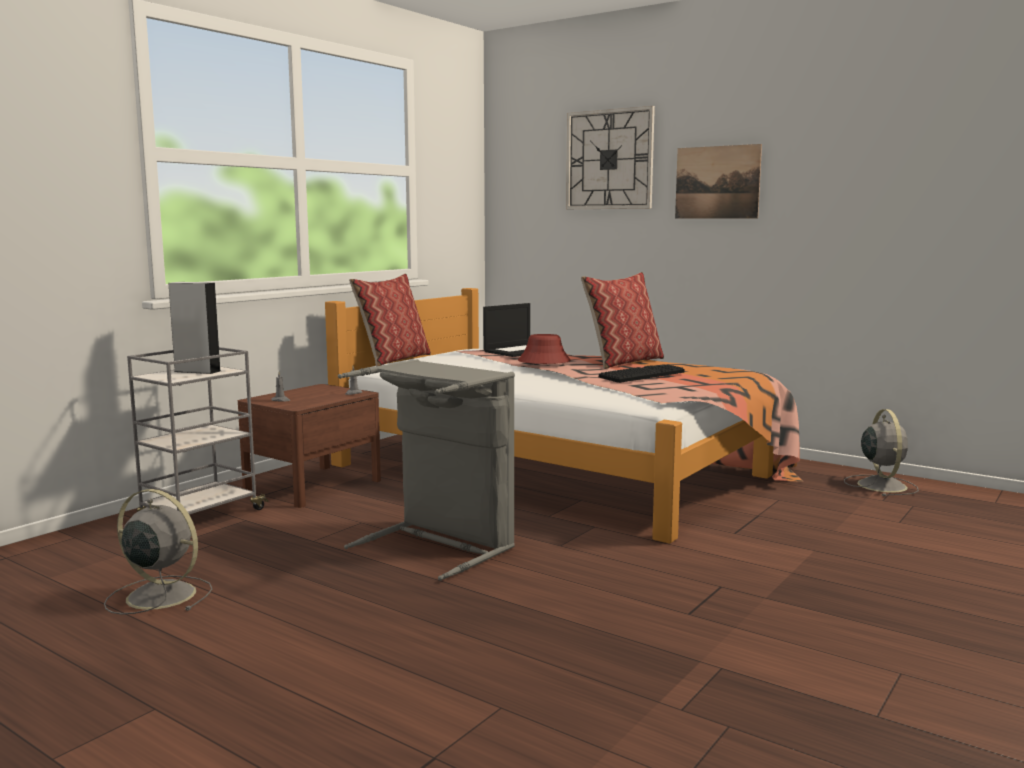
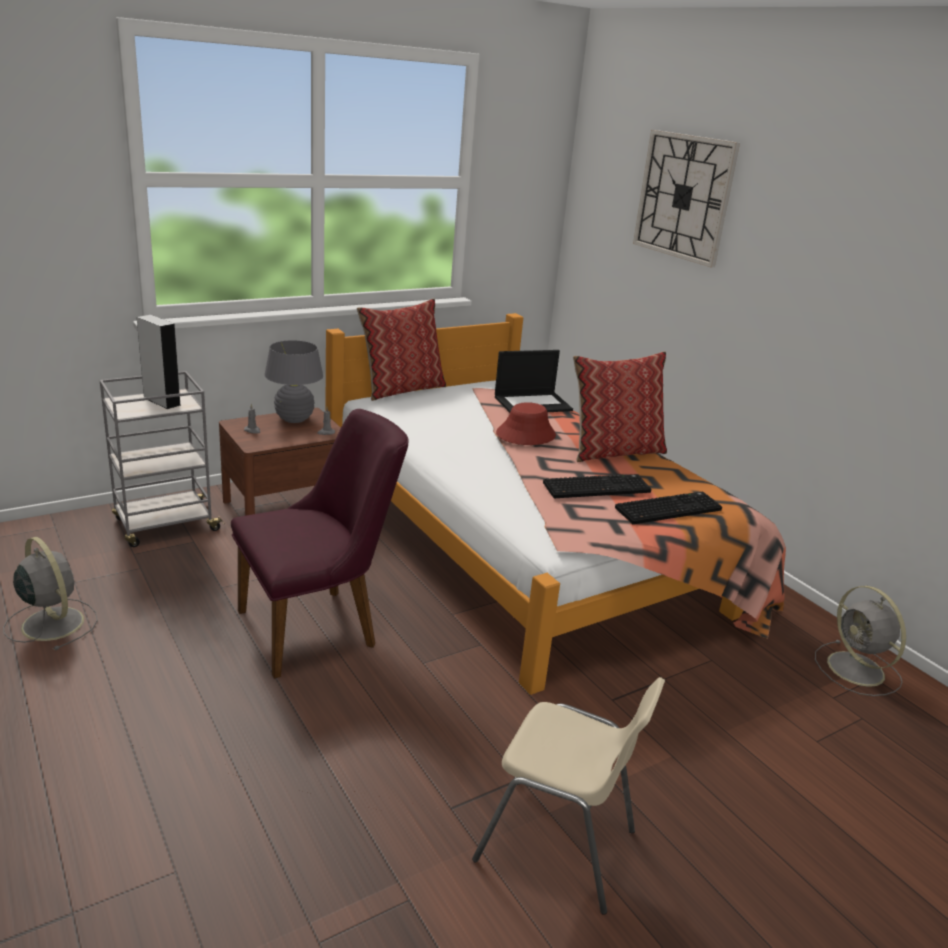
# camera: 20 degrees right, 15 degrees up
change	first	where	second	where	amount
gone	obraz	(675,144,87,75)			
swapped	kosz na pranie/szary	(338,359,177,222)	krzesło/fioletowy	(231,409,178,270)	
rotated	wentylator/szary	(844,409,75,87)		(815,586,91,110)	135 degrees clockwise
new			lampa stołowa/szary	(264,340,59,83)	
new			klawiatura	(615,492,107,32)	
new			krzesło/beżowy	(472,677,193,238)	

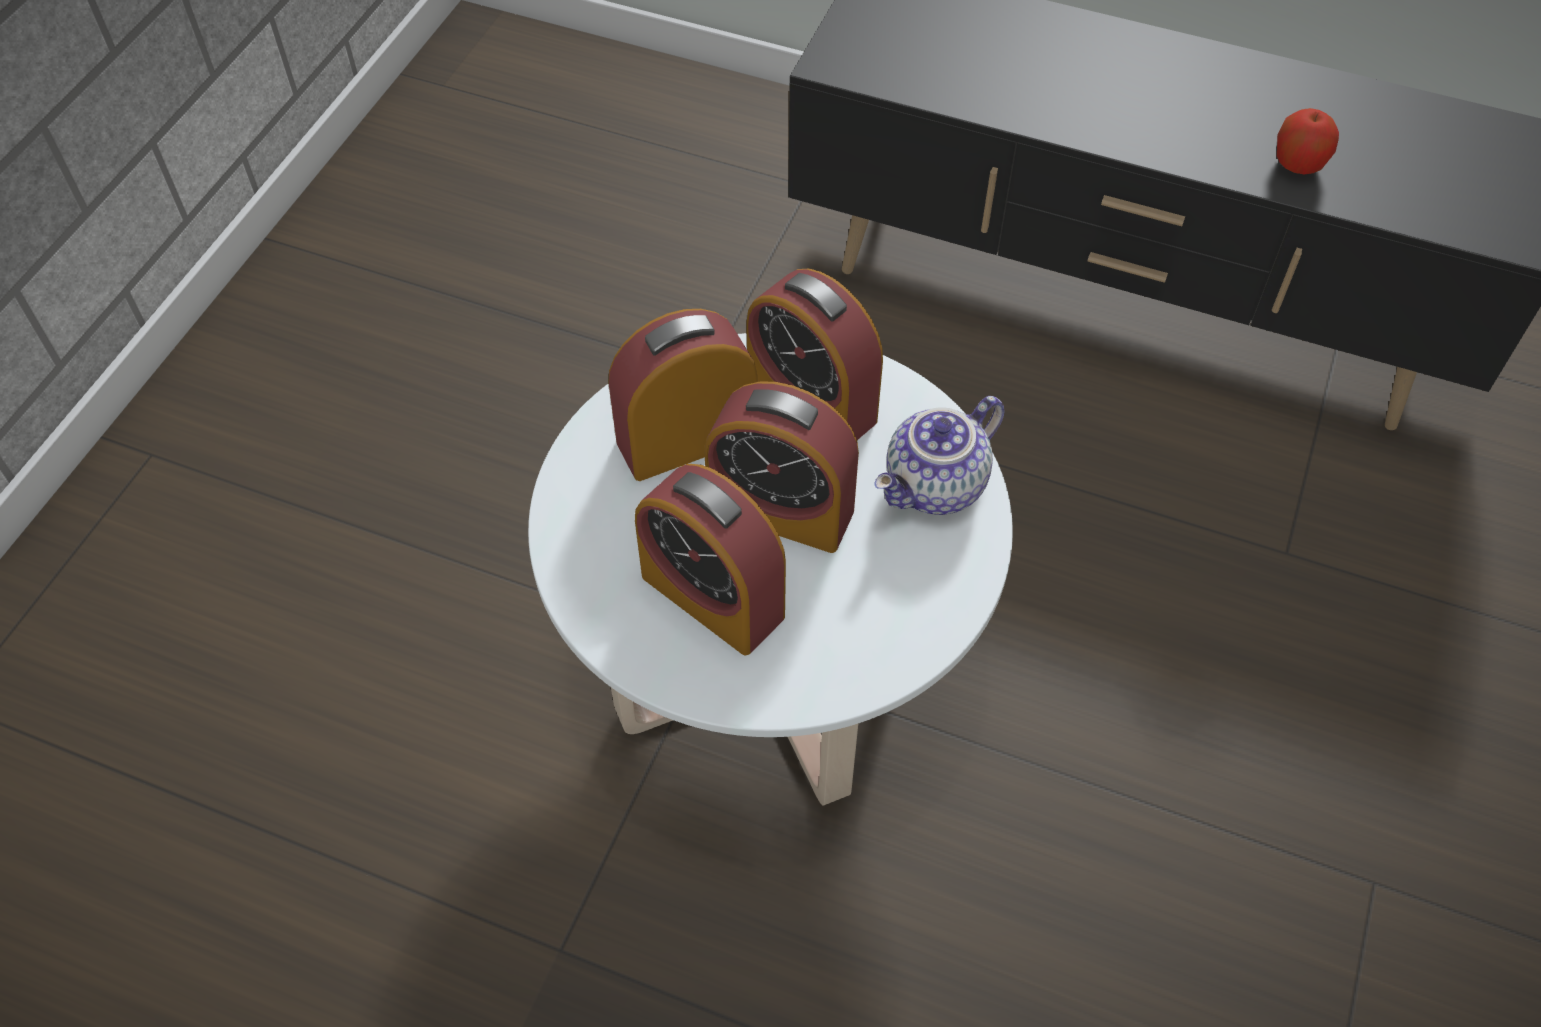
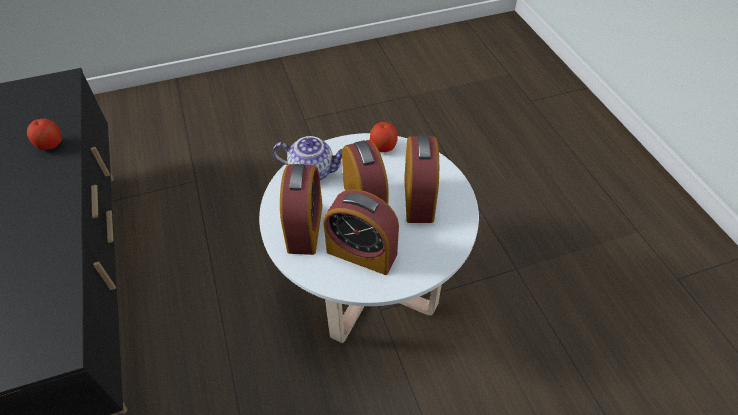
# camera: 130 degrees left, 5 degrees down
change	first	where	second	where	amount
new			jabłko	(370,122,28,30)	

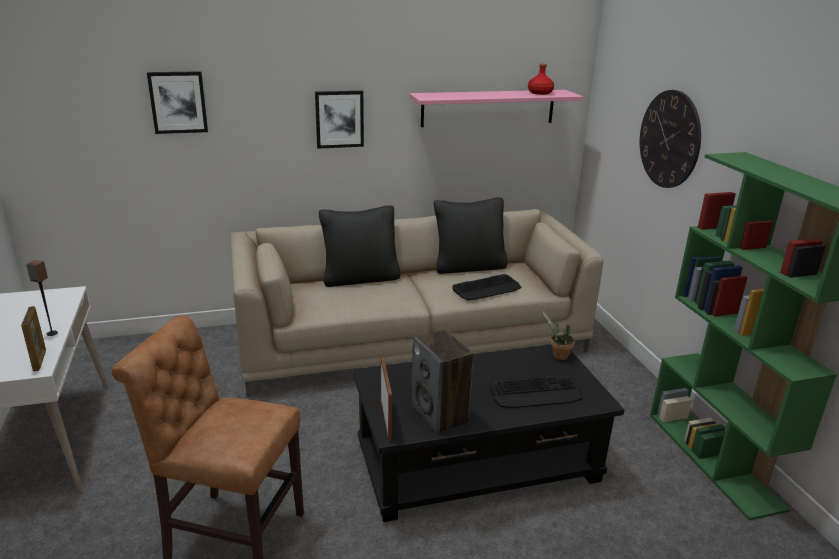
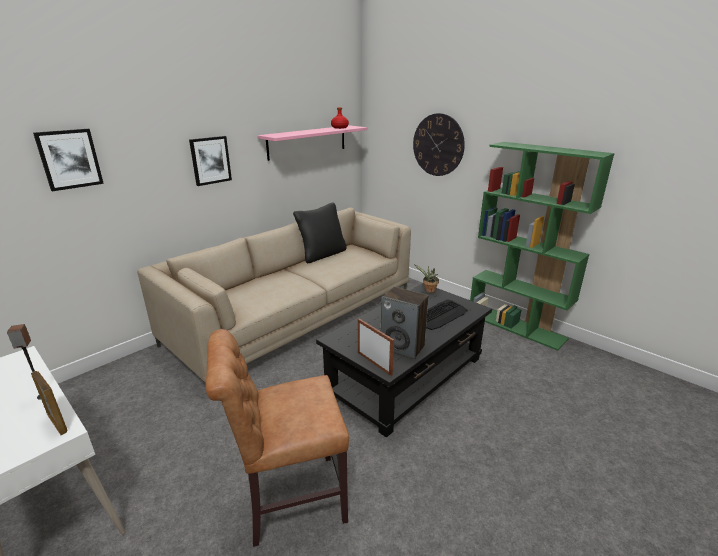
# camera: 30 degrees left, 0 degrees up
change	first	where	second	where	amount
gone	poduszka/czarny	(319,205,82,82)			
gone	klawiatura	(452,274,69,26)			

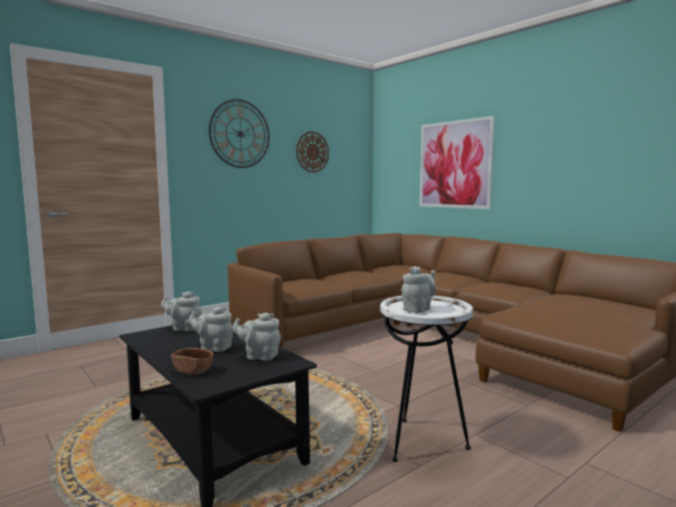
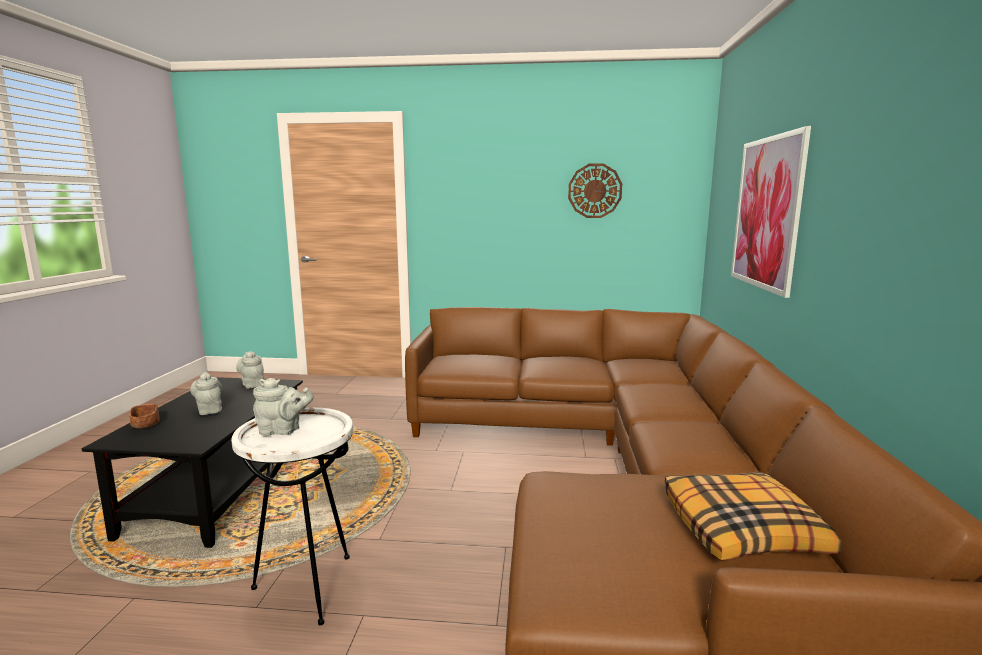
# camera: 45 degrees right, 5 degrees up
change	first	where	second	where	amount
gone	zegar ścienny	(209,99,61,69)			
gone	imbryk/szary	(232,313,49,48)			
new			poduszka	(665,472,177,88)	

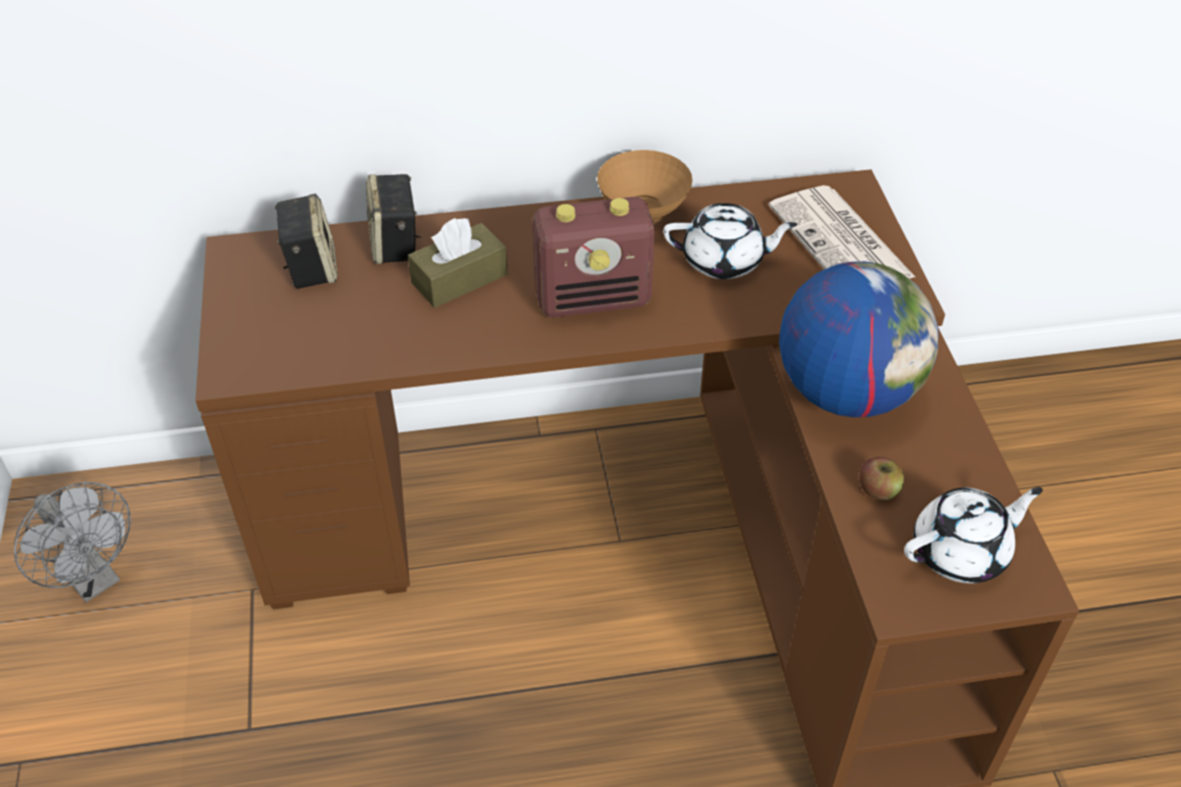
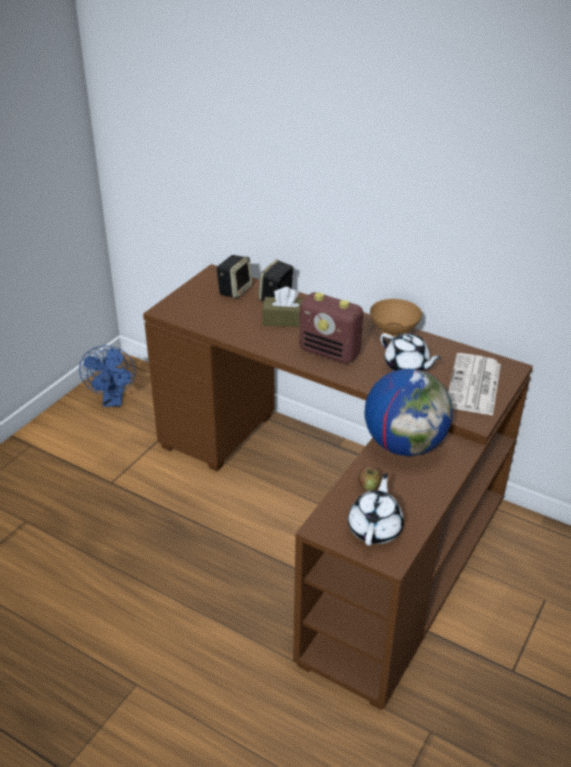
# camera: 40 degrees right, 10 degrees down
change	first	where	second	where	amount
repainted	wentylator/szary	(14,482,117,120)	wentylator/niebieski	(79,345,57,62)	
rotated	imbryk/biały	(904,487,139,96)		(348,473,56,73)	90 degrees counterclockwise

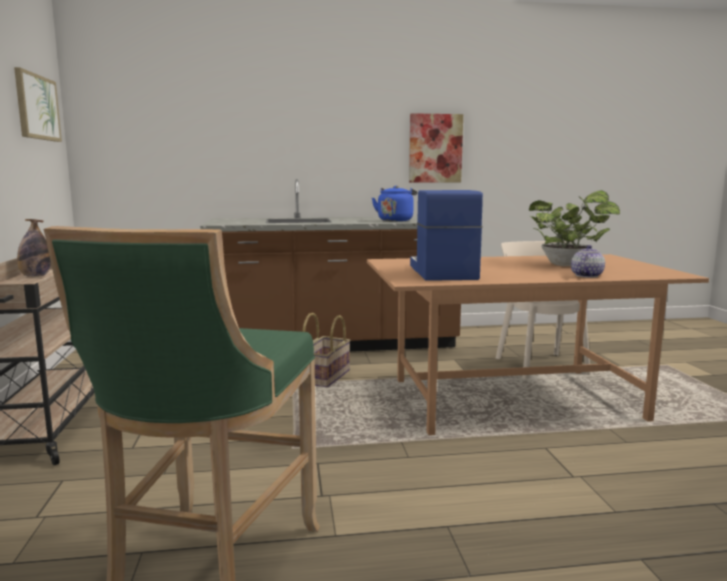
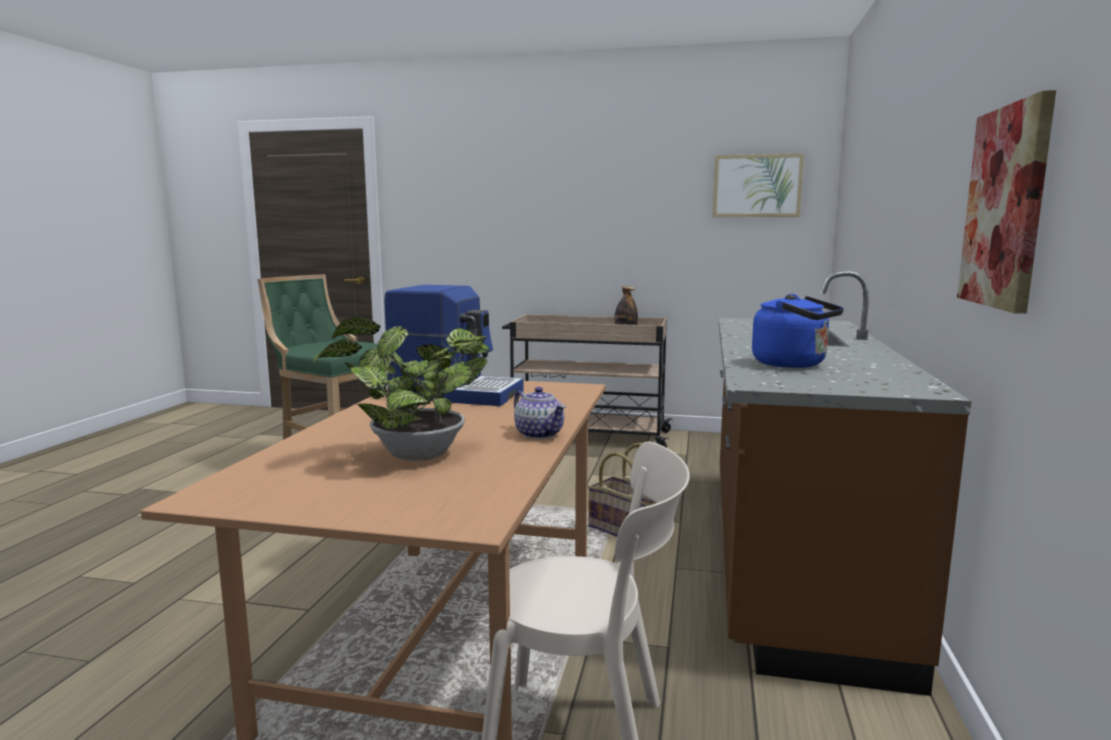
# camera: 110 degrees right, 0 degrees up
change	first	where	second	where	amount
shifted	imbryk	(571,245,34,33)		(514,387,52,52)	

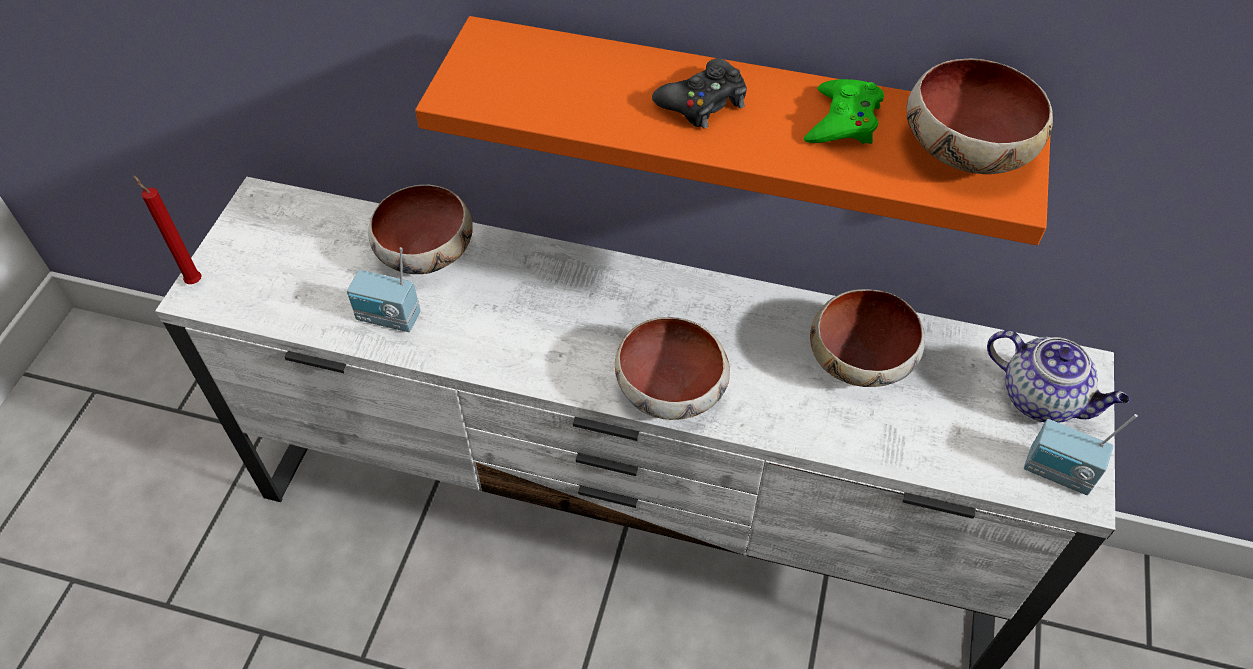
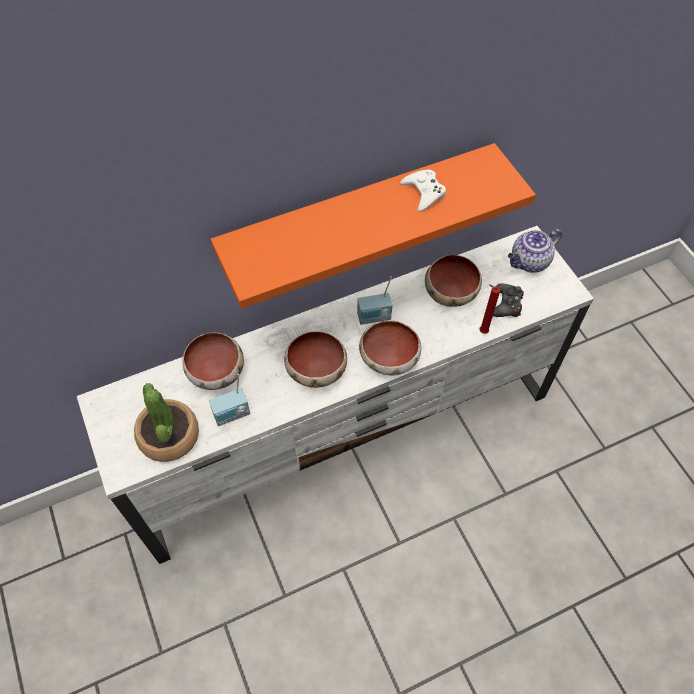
# camera: 40 degrees left, 5 degrees up
change	first	where	second	where	amount
shifted	pad do gier/czarny	(652,58,95,71)		(493,284,31,33)	
shifted	miska	(907,59,146,115)		(284,331,63,57)	
repainted	pad do gier/zielony	(804,79,80,65)	pad do gier/biały	(400,169,46,43)	
shifted	świeca/czerwony	(133,175,69,109)		(479,284,21,50)	
rotated	imbryk	(987,330,143,93)		(508,229,54,44)	150 degrees clockwise
shifted	radio	(1024,414,114,81)		(357,276,35,49)	
new			roślina doniczkowa	(134,383,65,79)	

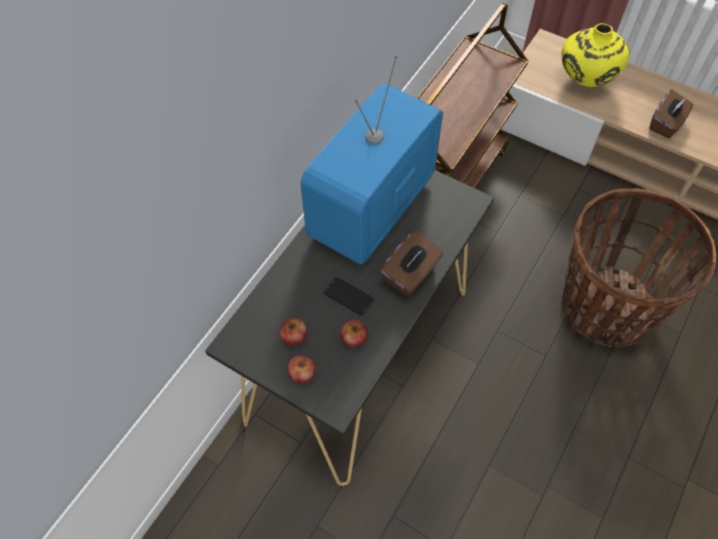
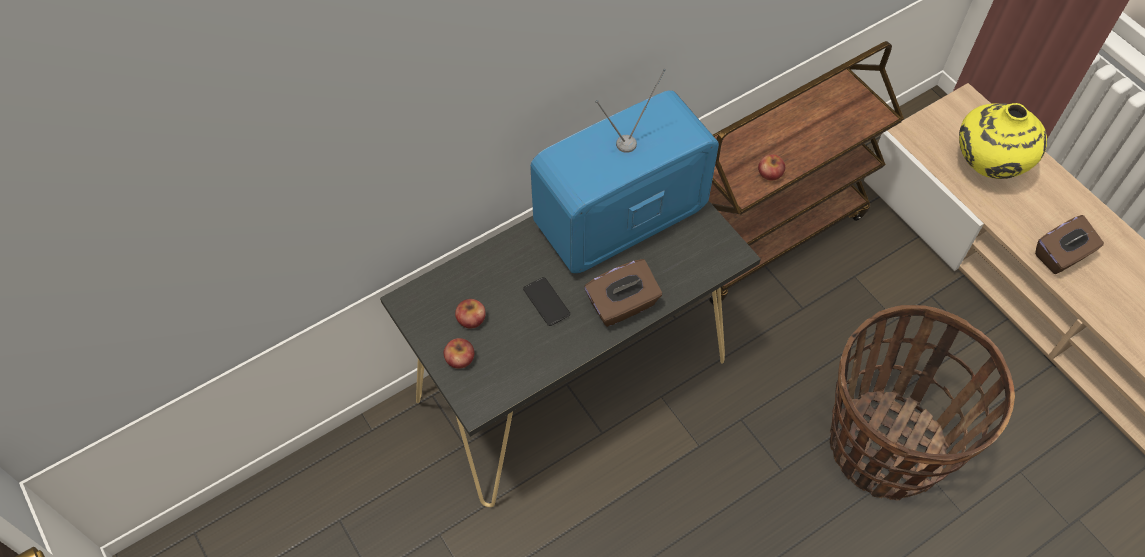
# camera: 25 degrees right, 0 degrees up
change	first	where	second	where	amount
shifted	jabłko	(341,320,27,27)		(758,154,27,27)	

